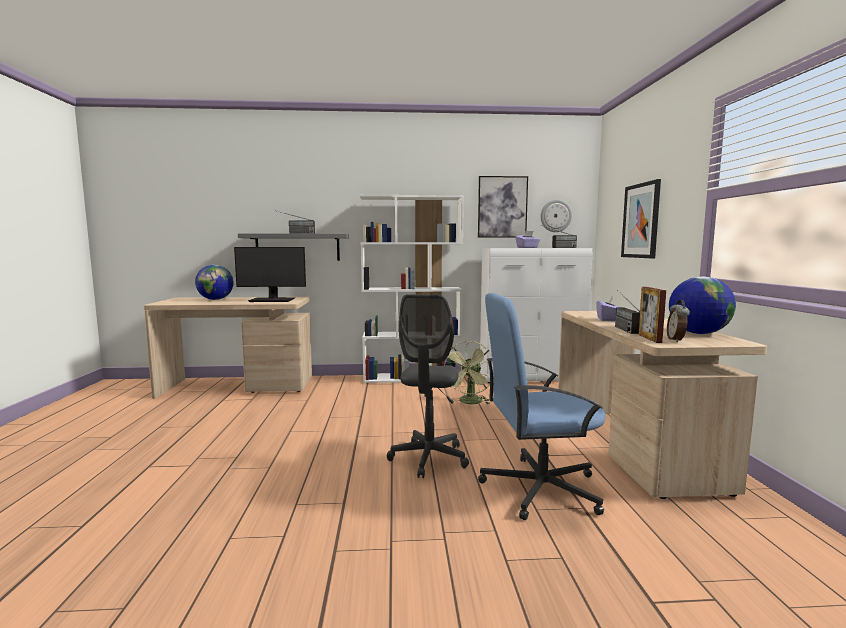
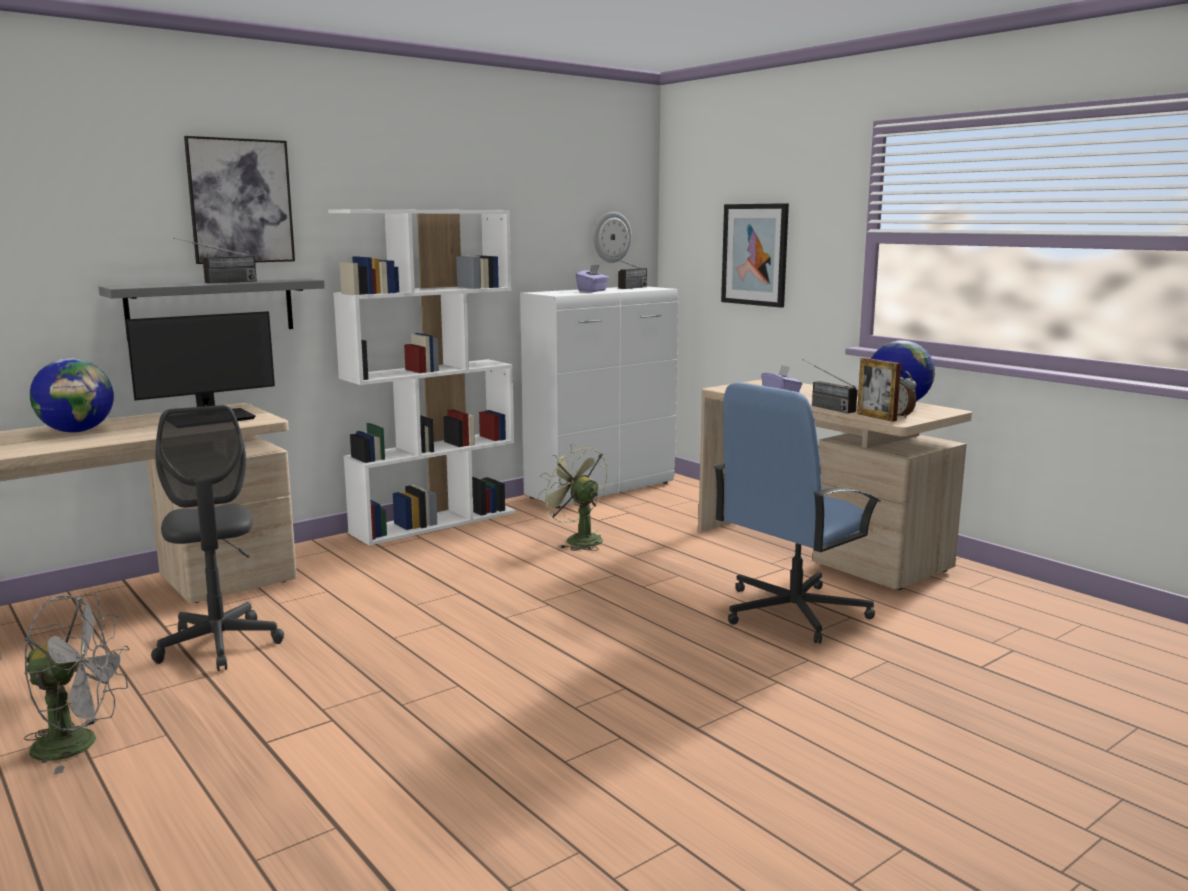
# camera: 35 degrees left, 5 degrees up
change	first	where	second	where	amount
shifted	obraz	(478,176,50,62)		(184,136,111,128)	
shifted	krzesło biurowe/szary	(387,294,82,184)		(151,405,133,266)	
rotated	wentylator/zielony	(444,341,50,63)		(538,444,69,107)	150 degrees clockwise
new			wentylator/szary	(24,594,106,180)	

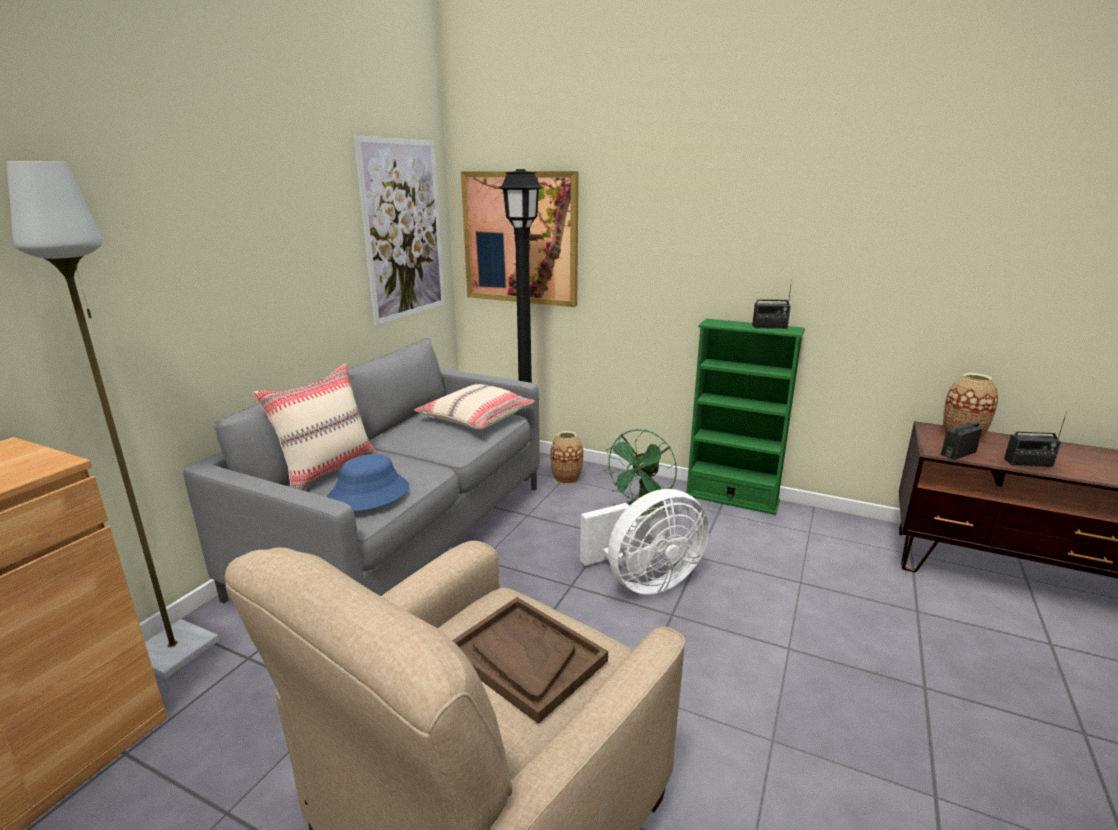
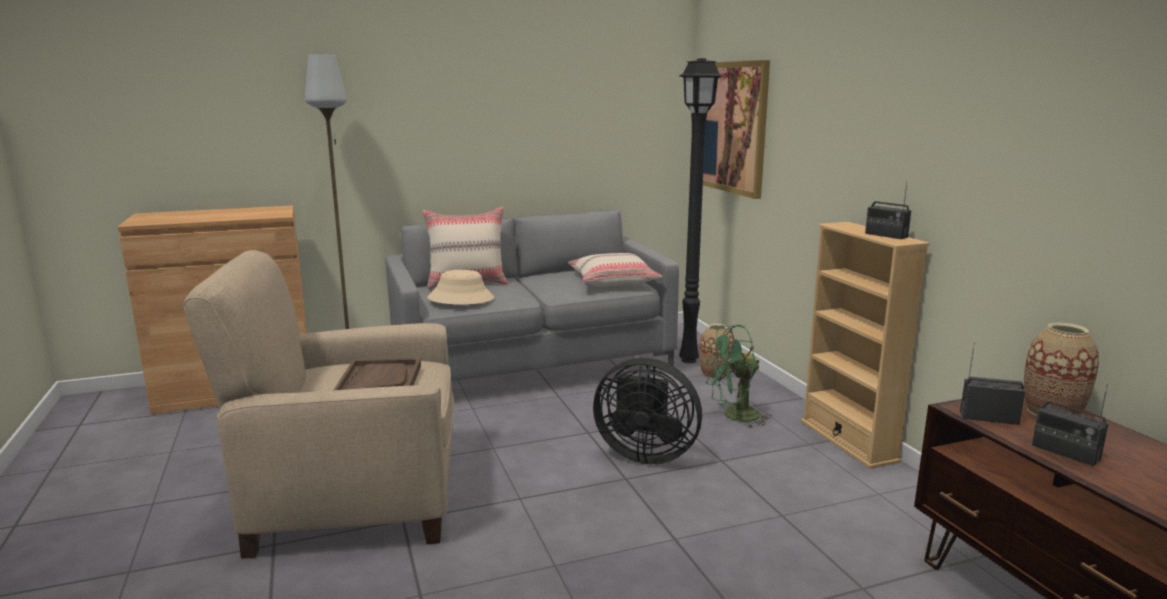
# camera: 45 degrees right, 5 degrees down
change	first	where	second	where	amount
gone	obraz	(353,135,92,190)			
repainted	regał/zielony	(685,319,120,196)	regał/beżowy	(801,222,129,247)	
repainted	kapelusz/niebieski	(327,454,82,57)	kapelusz/beżowy	(427,270,67,35)	
repainted	wentylator/biały	(580,489,129,106)	wentylator/czarny	(593,358,109,106)	

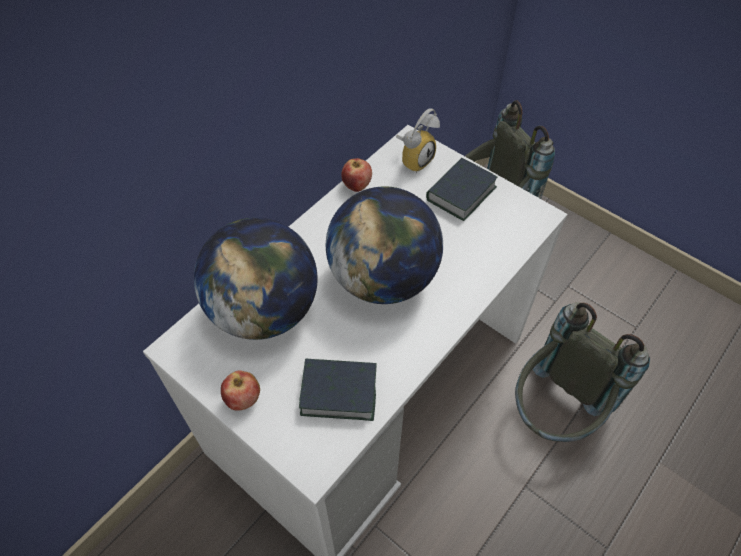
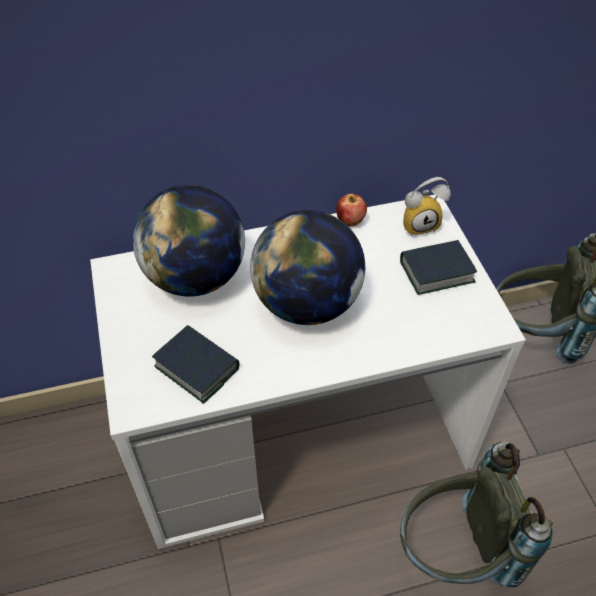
# camera: 35 degrees right, 5 degrees down
change	first	where	second	where	amount
gone	jabłko	(221,370,39,41)			

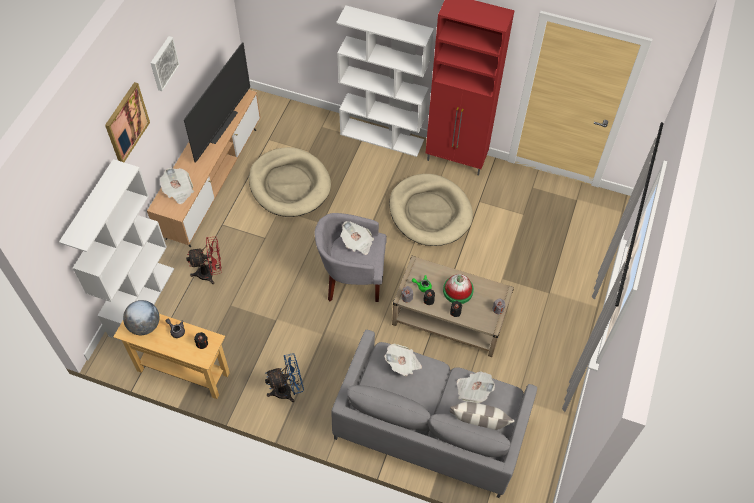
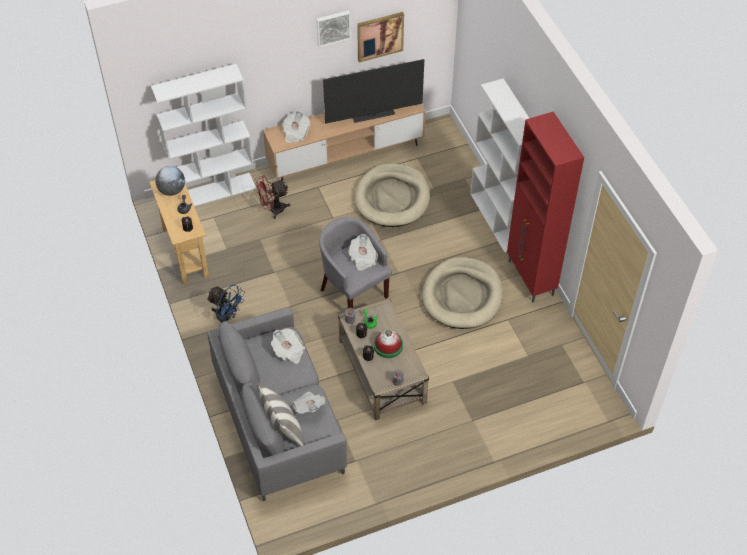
# camera: 50 degrees right, 5 degrees down
change	first	where	second	where	amount
shifted	obraz	(105,82,45,80)		(357,12,47,51)	
rotated	wentylator/czerwony	(186,237,36,47)		(255,175,35,44)	120 degrees clockwise

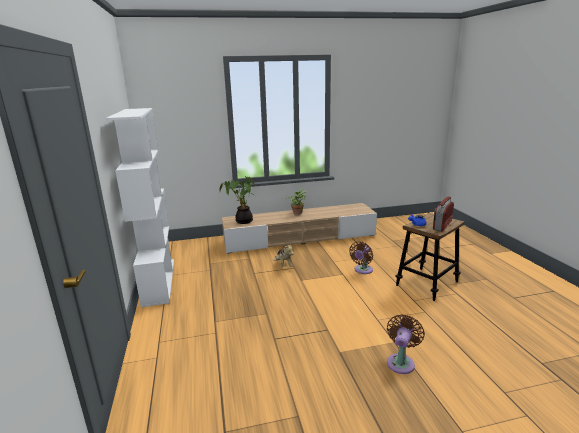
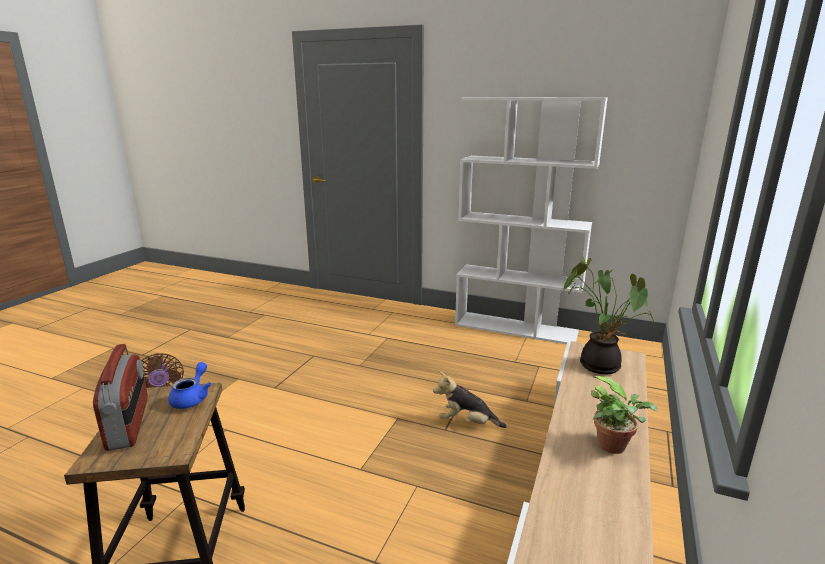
# camera: 125 degrees right, 0 degrees up
change	first	where	second	where	amount
gone	wentylator/brązowy	(349,241,24,33)			

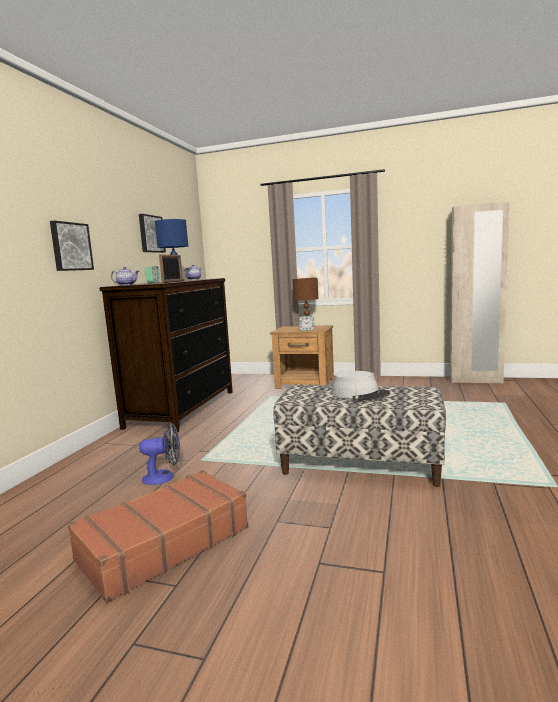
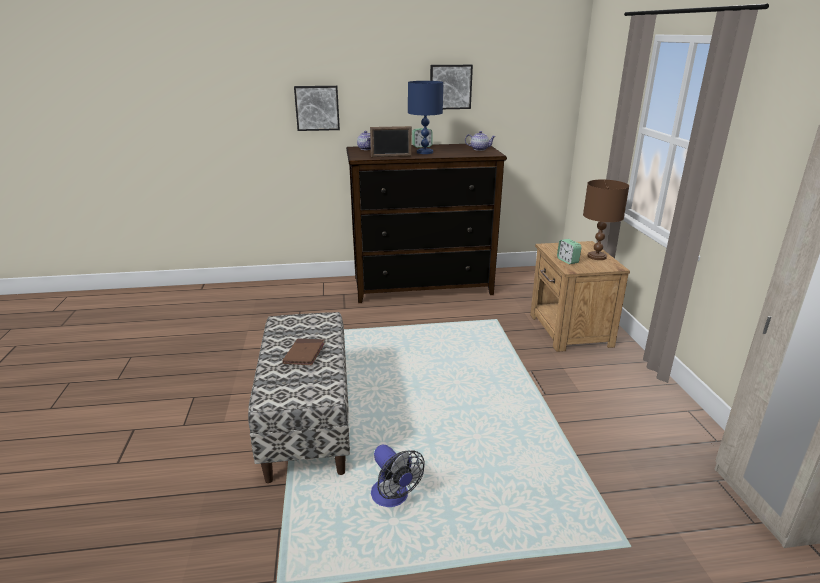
# camera: 65 degrees right, 15 degrees up
change	first	where	second	where	amount
swapped	kapelusz/szary	(332,371,58,29)	książka/brązowy	(282,338,43,27)	
shifted	wentylator	(139,423,41,62)		(371,444,54,63)	
gone	walizka/brązowy	(68,470,181,133)			

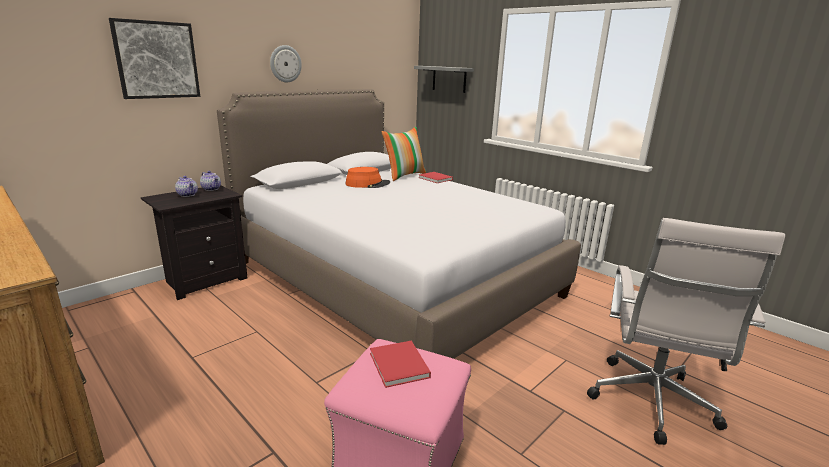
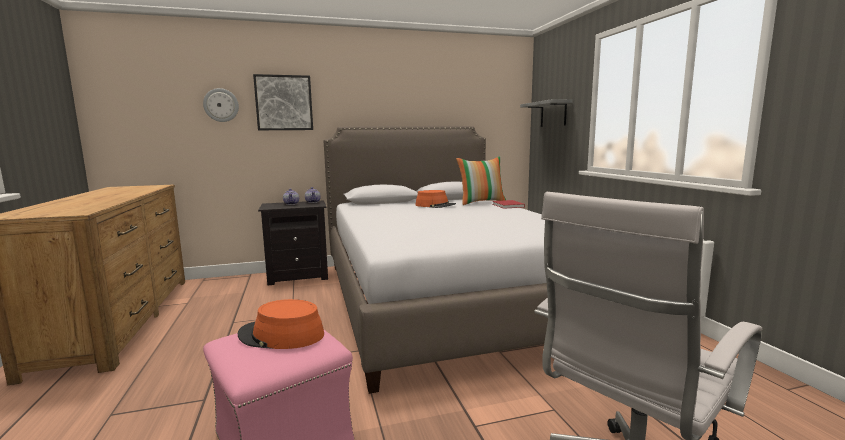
# camera: 30 degrees right, 10 degrees down
change	first	where	second	where	amount
shifted	zegar ścienny	(270,45,32,37)		(203,88,36,34)	
swapped	książka/czerwony	(370,341,61,47)	kapelusz/pomarańczowy	(238,299,86,50)	

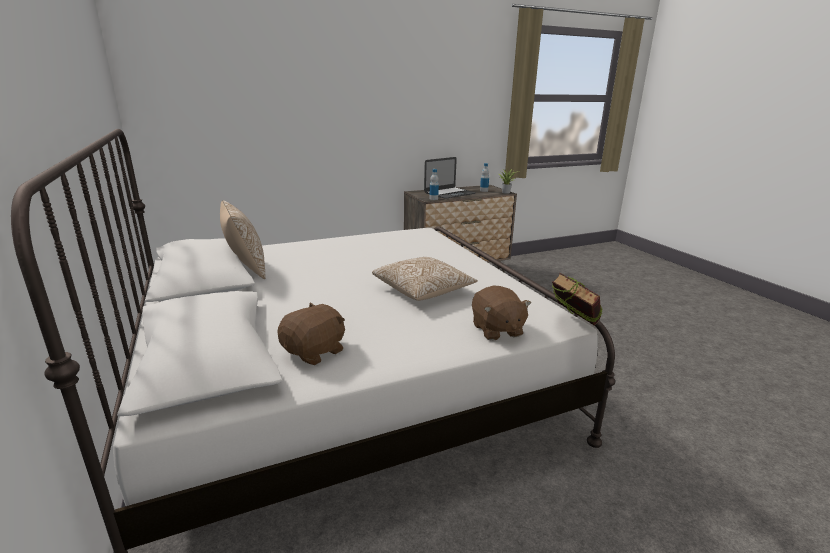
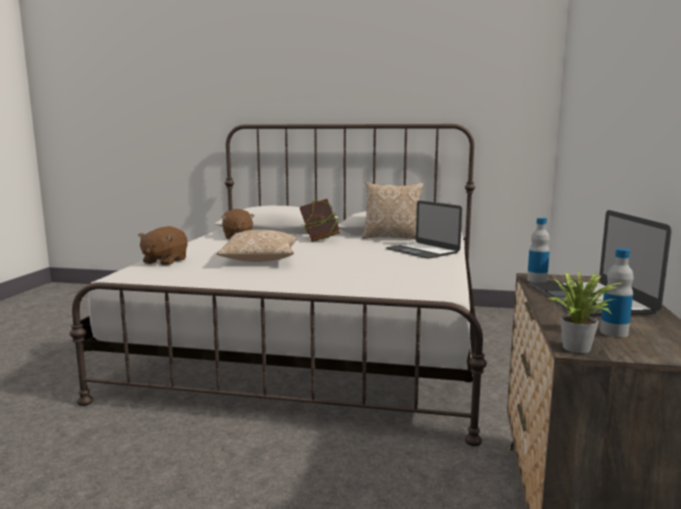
# camera: 125 degrees right, 10 degrees down
change	first	where	second	where	amount
shifted	książka	(552,272,51,53)		(300,199,40,43)	
rotated	pluszak/brązowy	(472,285,59,56)		(138,226,50,40)	90 degrees counterclockwise
new			laptop	(386,200,76,59)	

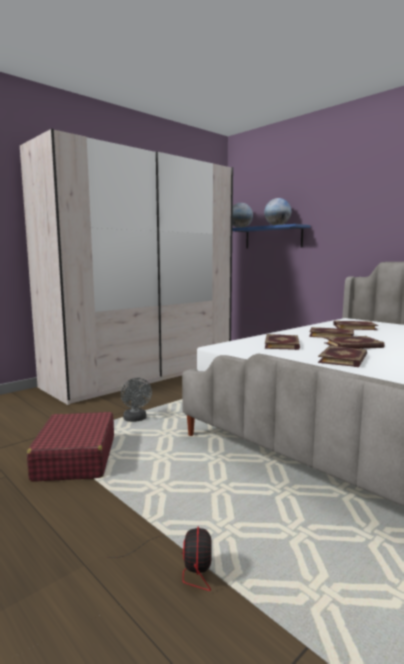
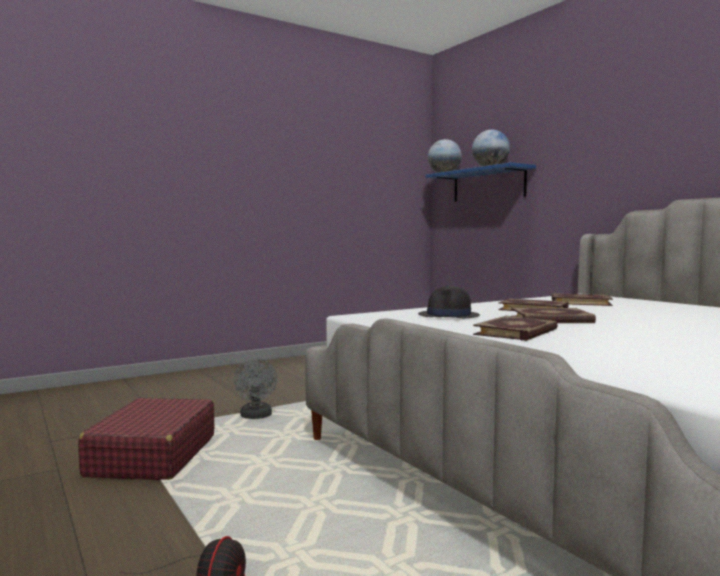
# camera: 10 degrees right, 5 degrees down
change	first	where	second	where	amount
gone	szafa/beżowy	(20,129,213,276)			
swapped	książka	(265,334,35,16)	kapelusz/czarny	(418,286,62,32)	

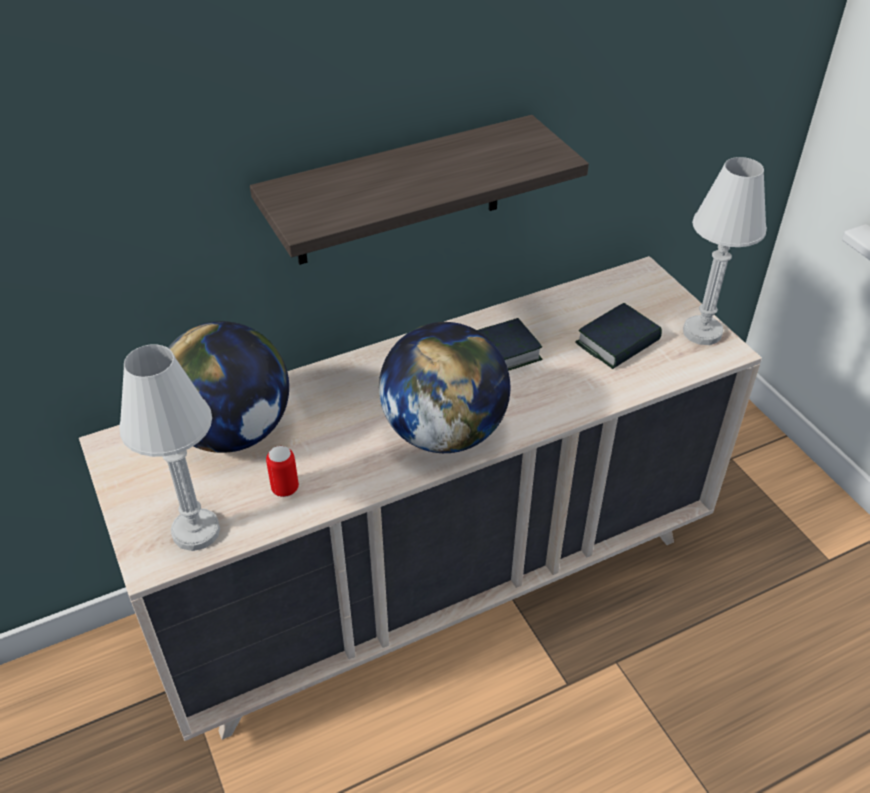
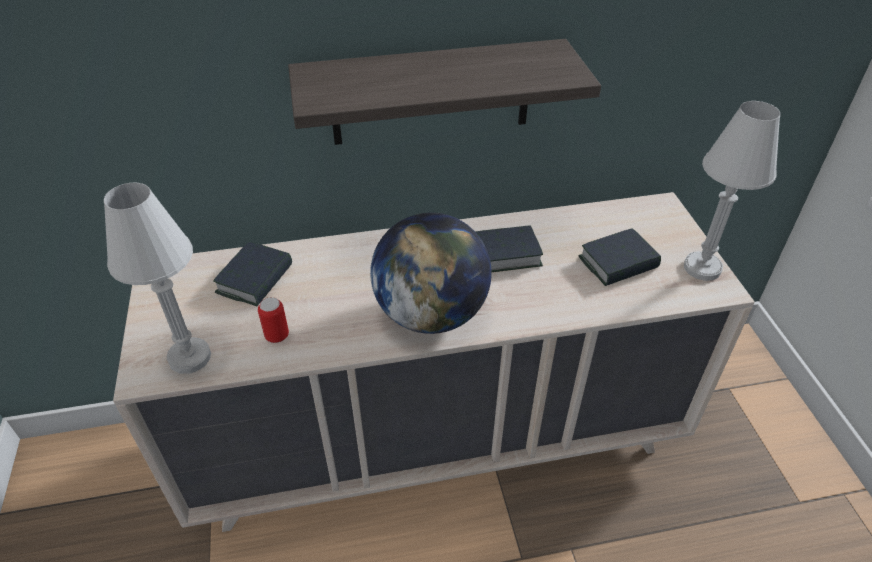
# camera: 15 degrees right, 0 degrees up
change	first	where	second	where	amount
swapped	globus	(168,321,121,132)	książka	(213,241,79,65)	

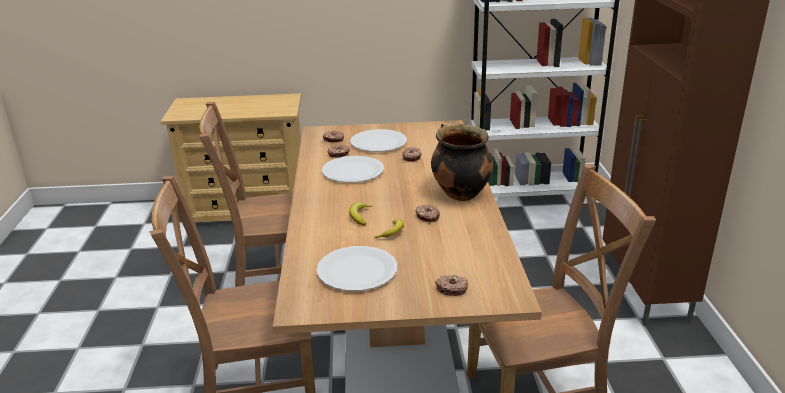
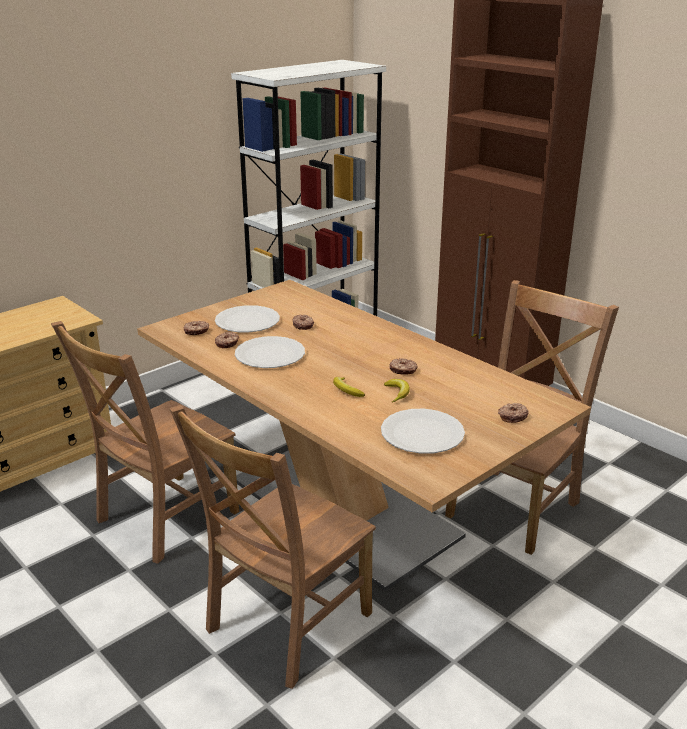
# camera: 40 degrees left, 0 degrees up
change	first	where	second	where	amount
gone	garnek	(431,122,62,79)			

